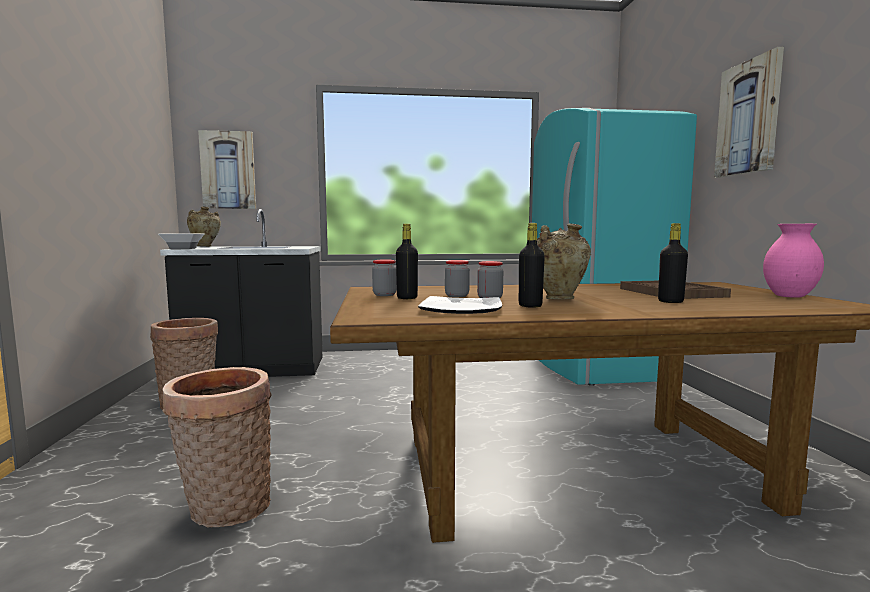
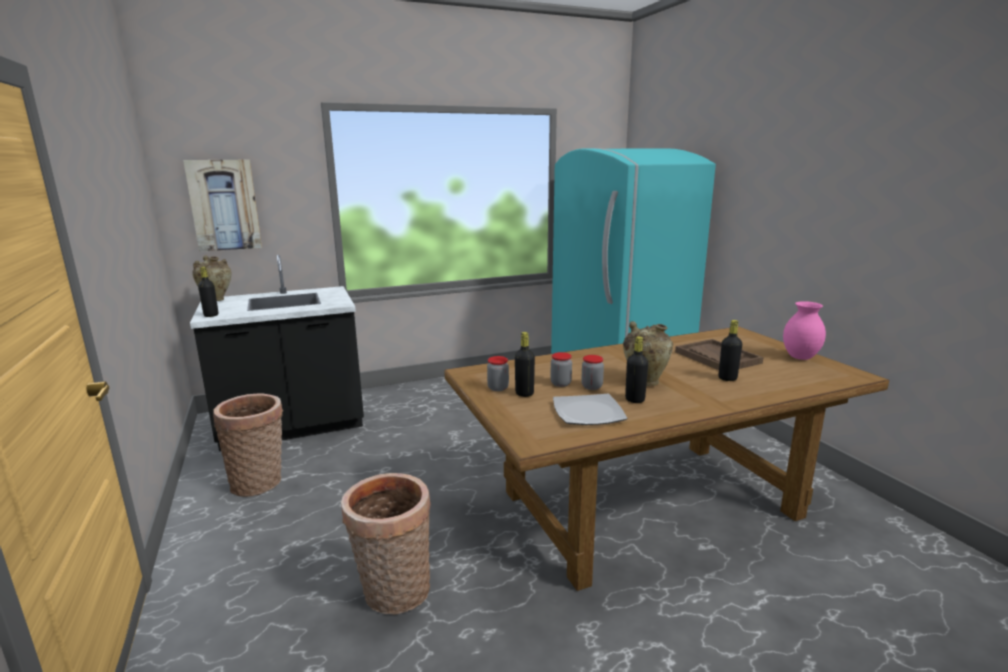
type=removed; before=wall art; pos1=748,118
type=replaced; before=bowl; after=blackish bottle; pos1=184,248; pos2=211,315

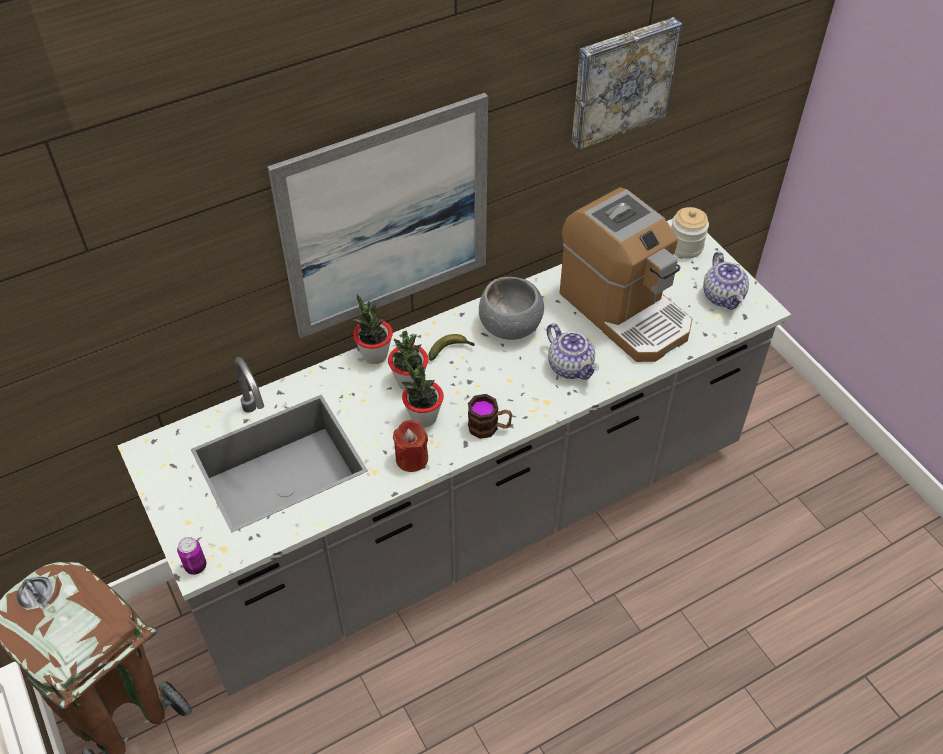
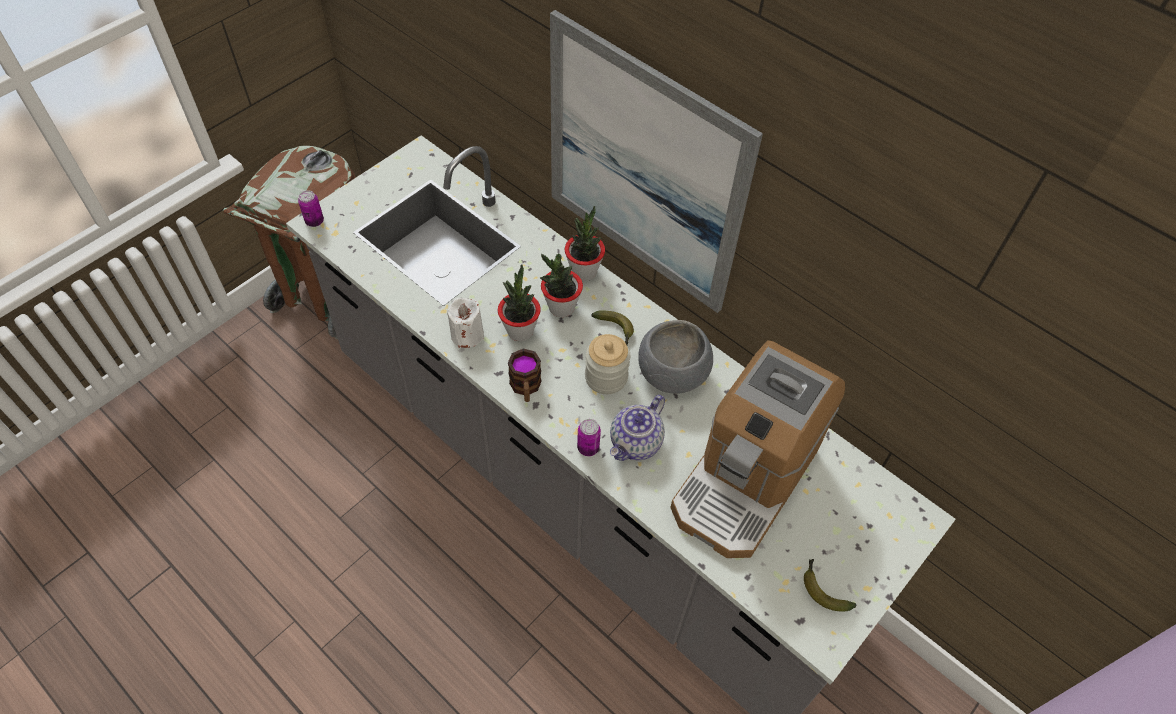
type=removed; before=wall art; pos1=621,81
type=moved; before=preserve jar; pos1=685,247; pos2=606,377
type=replaced; before=tea pot; after=banana fruit; pos1=723,297; pos2=822,589
type=recoloured; before=red wax candle; after=whitish wax candle; pos1=411,458; pos2=467,335
type=added; after=metal can; pos2=588,448

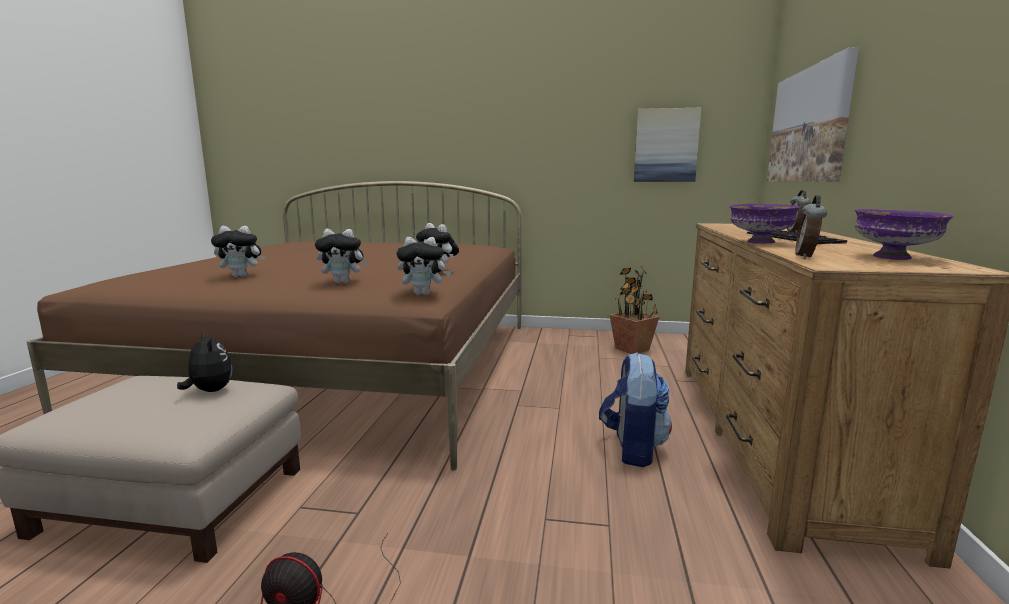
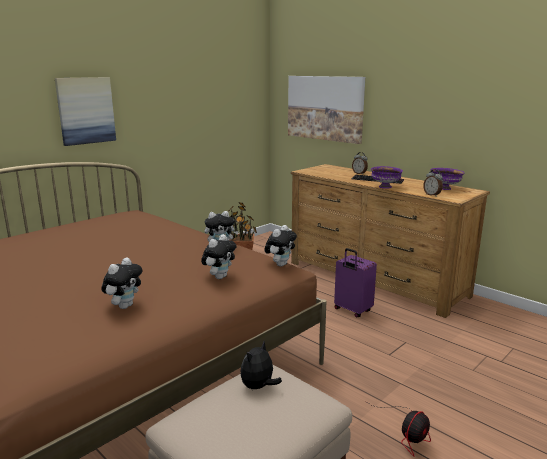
type=moved; before=wall art; pos1=666,145; pos2=86,110
type=turned; before=soft toy; pos1=209,391; pos2=258,387; turn=-45
type=replaced; before=backpack; after=purple-coloured travel case; pos1=632,449; pos2=352,310

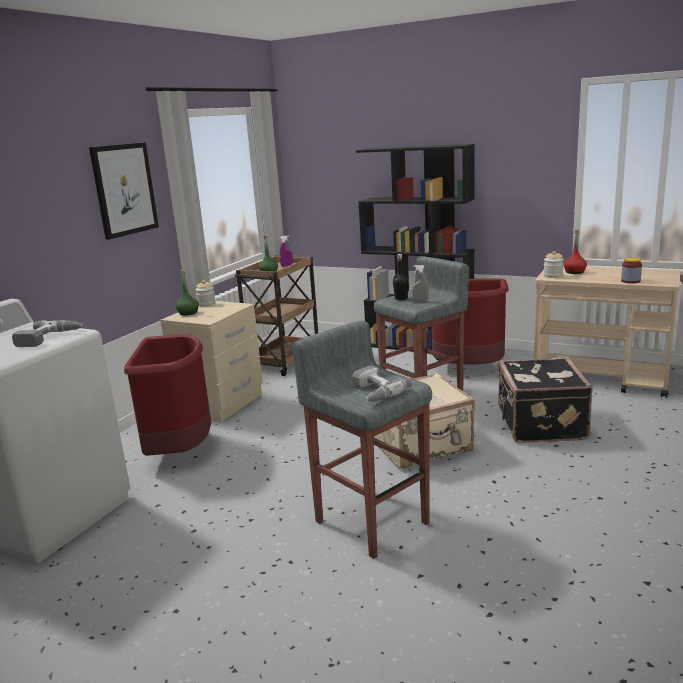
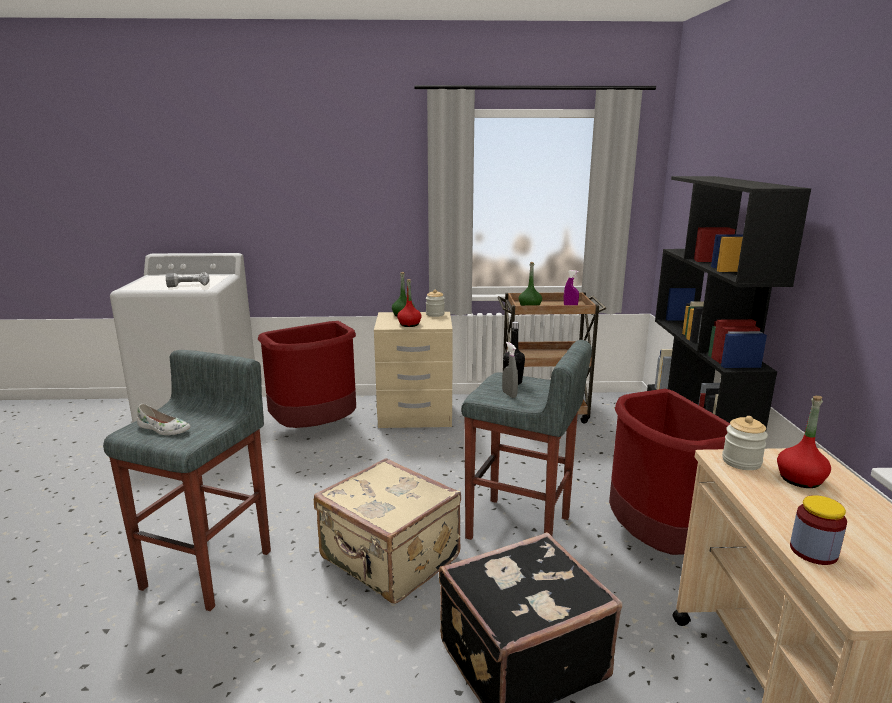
type=removed; before=wall art; pos1=124,189
type=replaced; before=electric drill; after=whitish shoe; pos1=373,392; pos2=163,429
type=added; after=red bottle; pos2=409,324

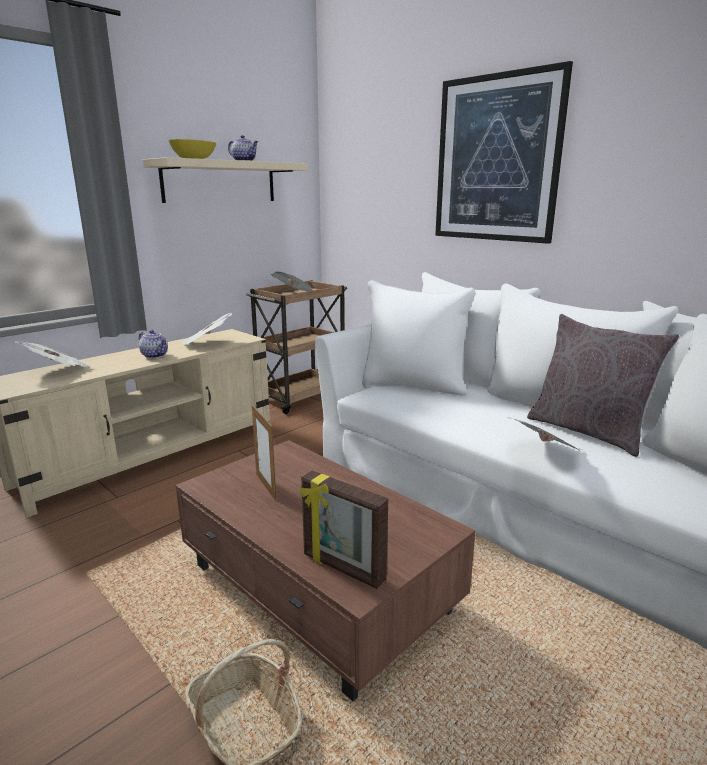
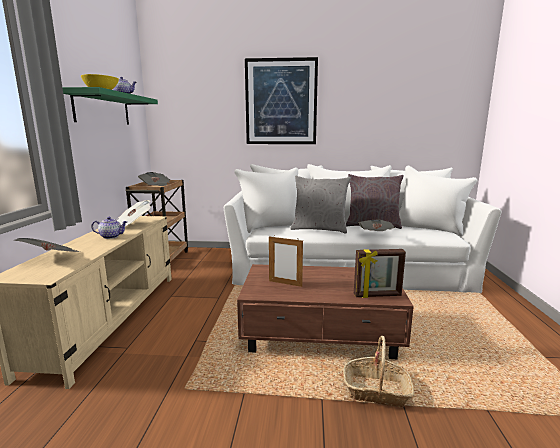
type=recoloured; before=beige-coloured shelf; after=greenish shelf; pos1=220,182; pos2=102,109
type=added; after=greyish throw pillow; pos2=319,229

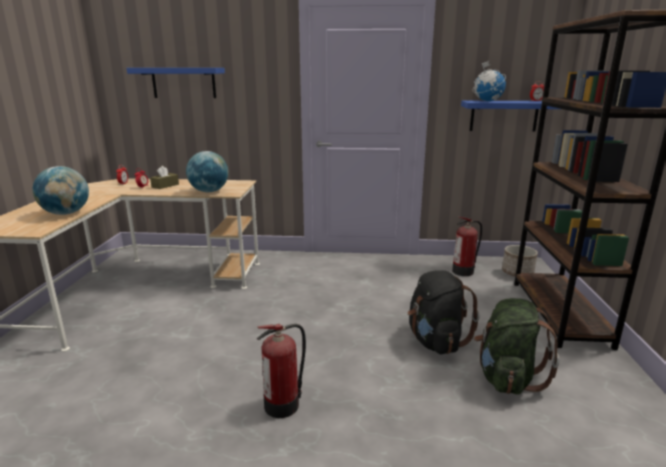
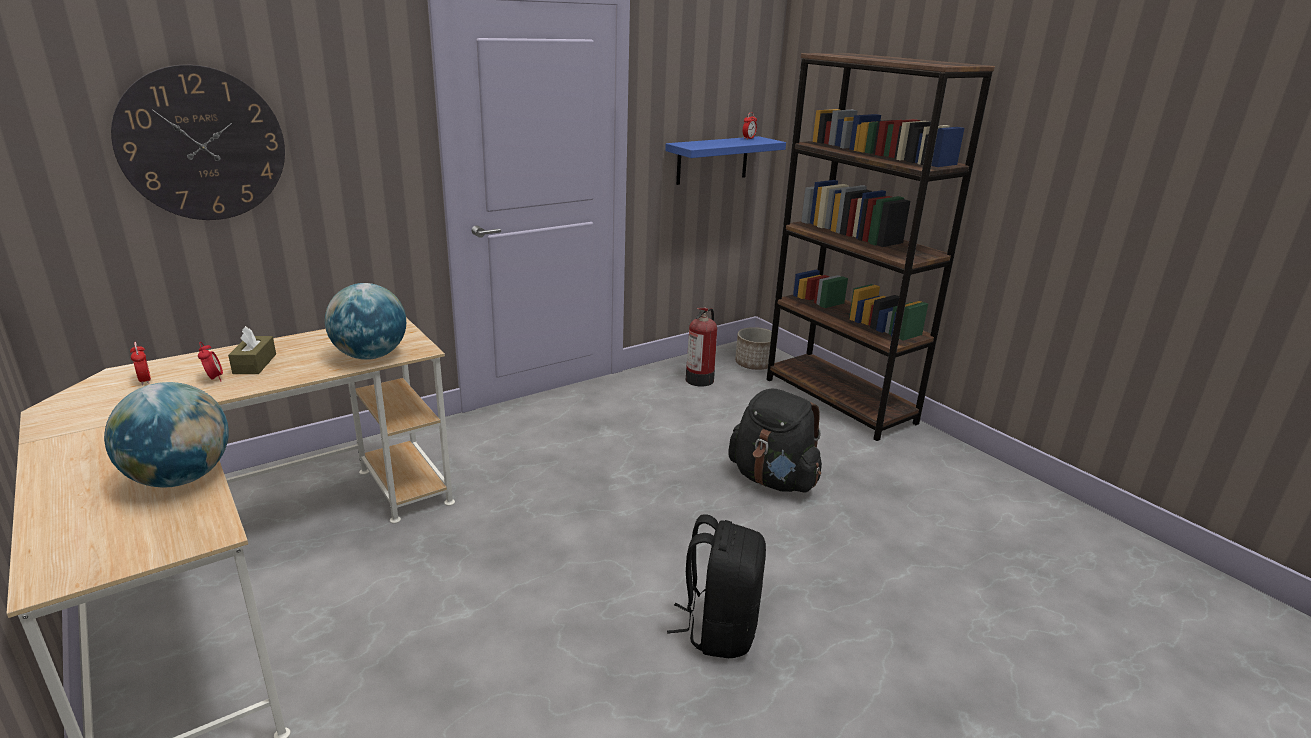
type=removed; before=world globe; pos1=487,101
type=replaced; before=blue-coloured shelf; after=hanging clock; pos1=184,83; pos2=202,144
type=removed; before=greenish backpack; pos1=506,377
type=replaced; before=fire extinguisher; after=blackish backpack; pos1=283,404; pos2=719,629

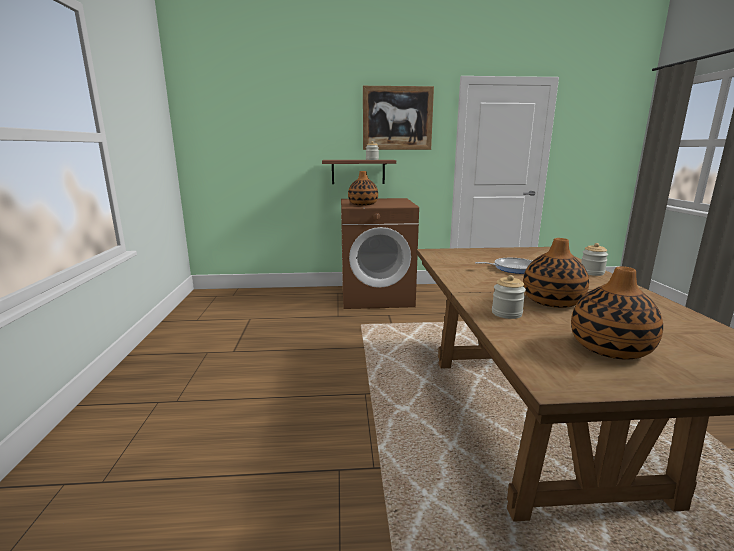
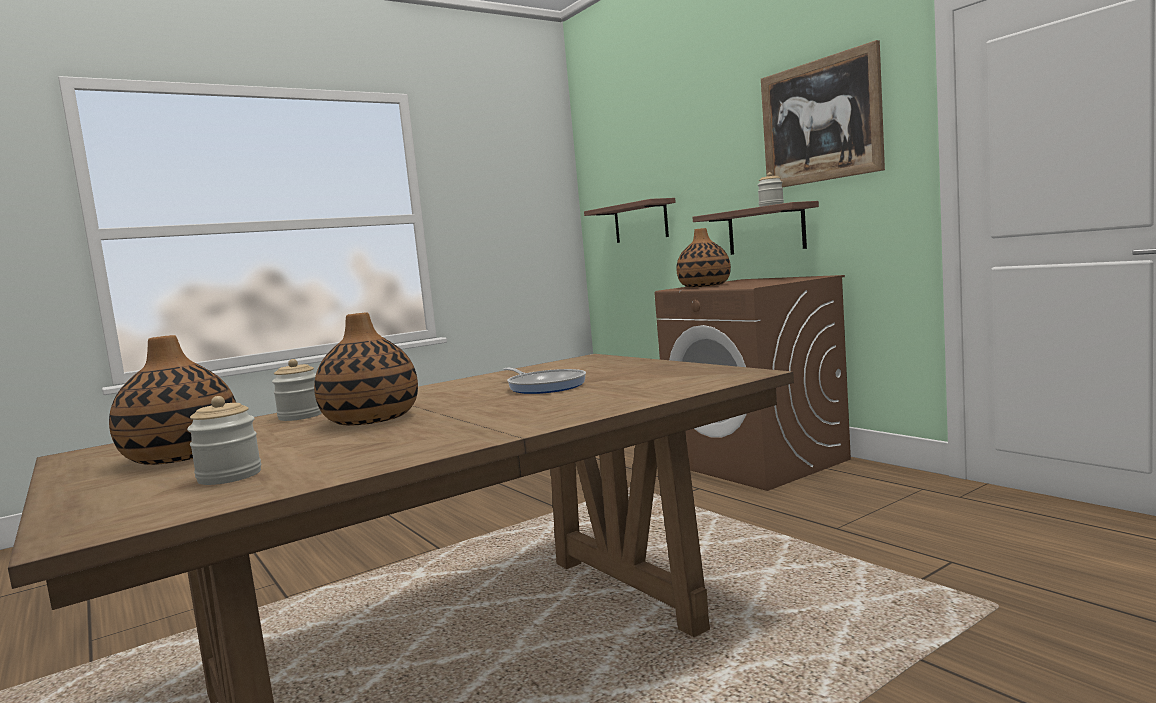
type=moved; before=preserve jar; pos1=591,272; pos2=229,476
type=added; after=shelf; pos2=640,222

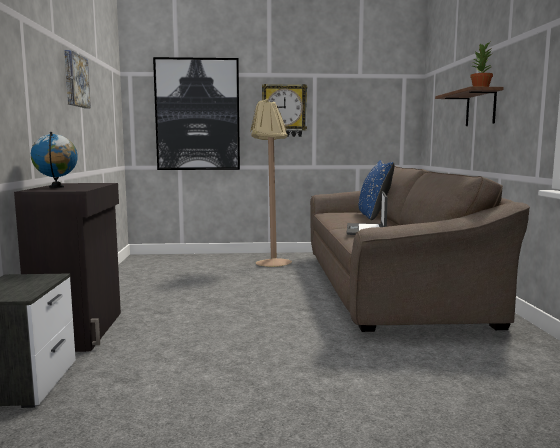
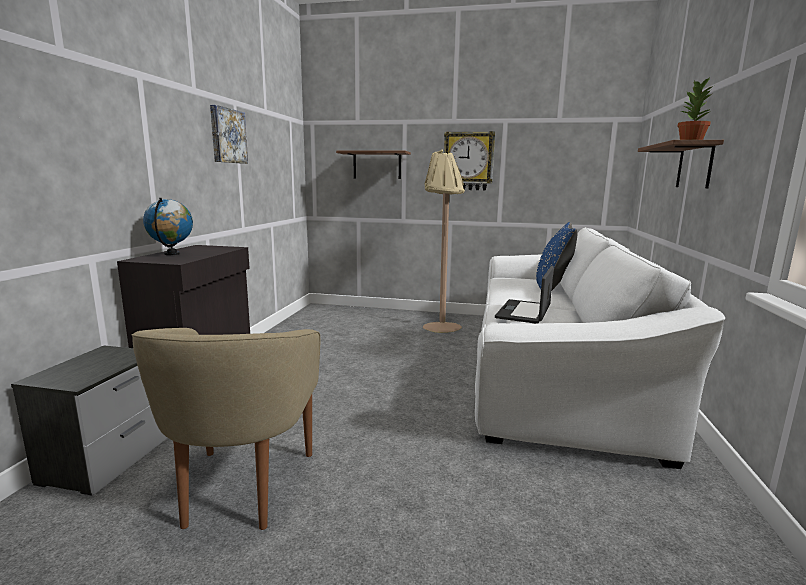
type=replaced; before=wall art; after=shelf; pos1=197,114; pos2=377,165
type=recoloured; before=brown settee; after=whitish settee; pos1=386,284; pos2=553,371
type=added; after=beige-coloured armchair; pos2=243,487

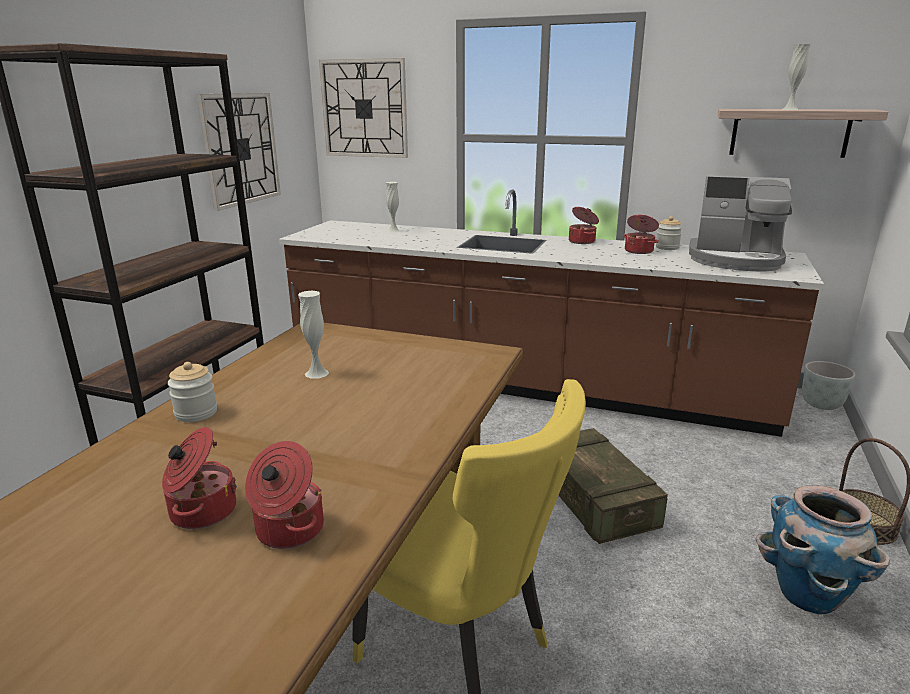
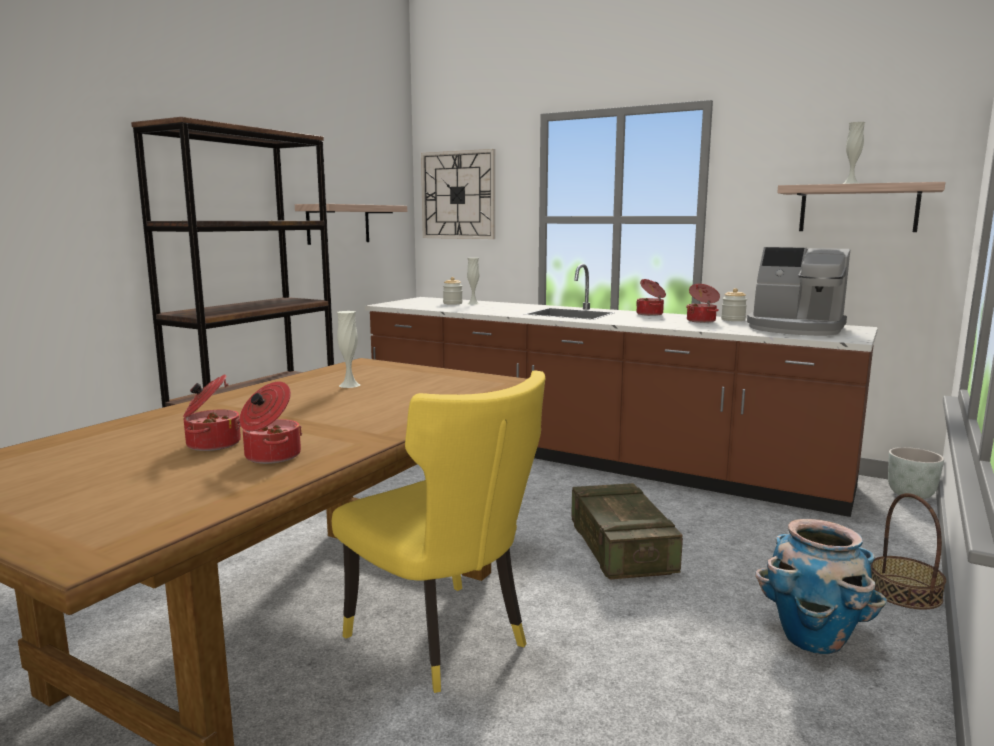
type=replaced; before=hanging clock; after=shelf; pos1=240,149; pos2=338,224
type=moved; before=preserve jar; pos1=196,413; pos2=452,303

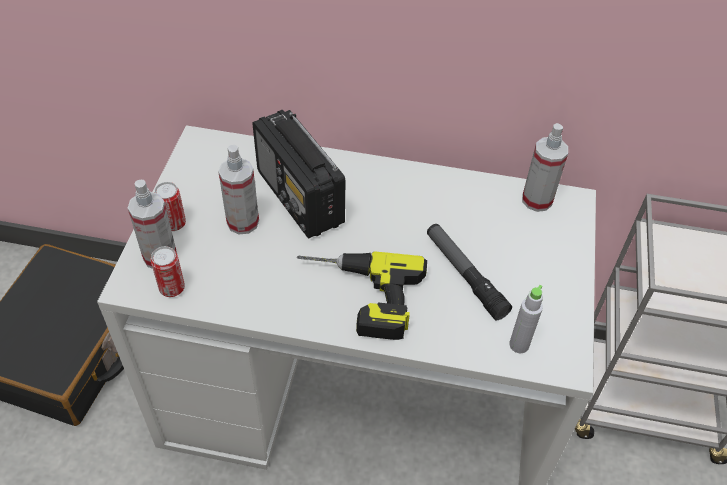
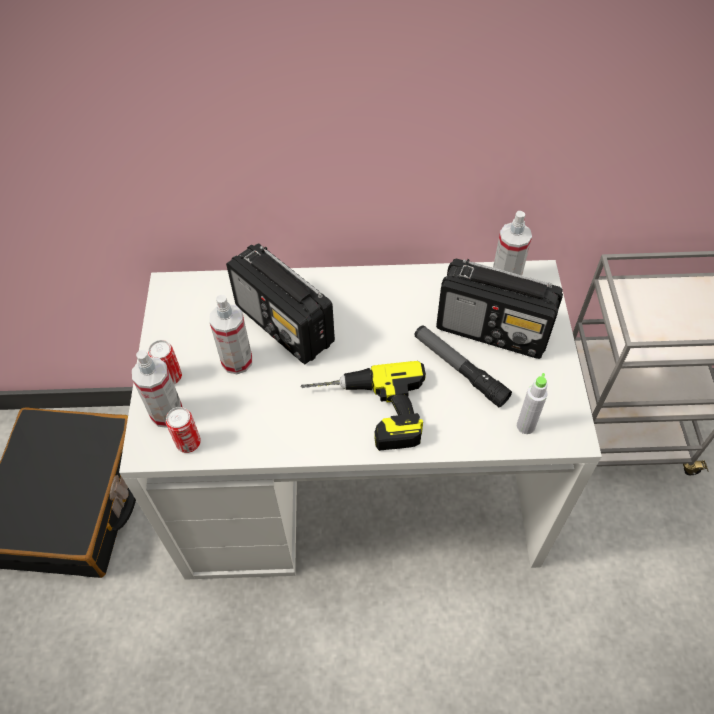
type=added; after=radio set; pos2=493,330

